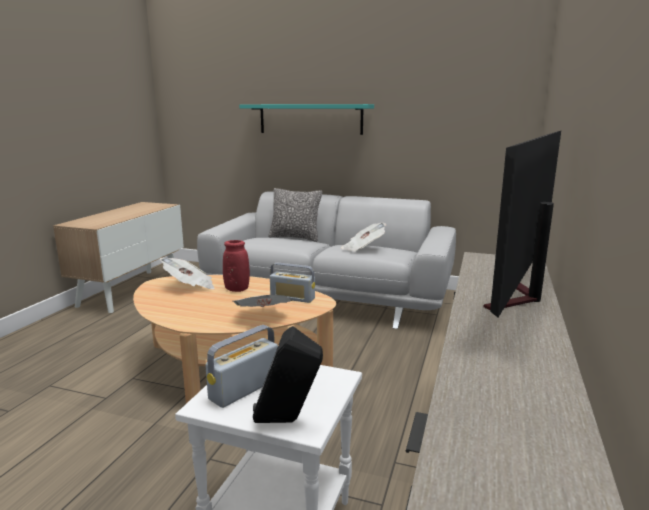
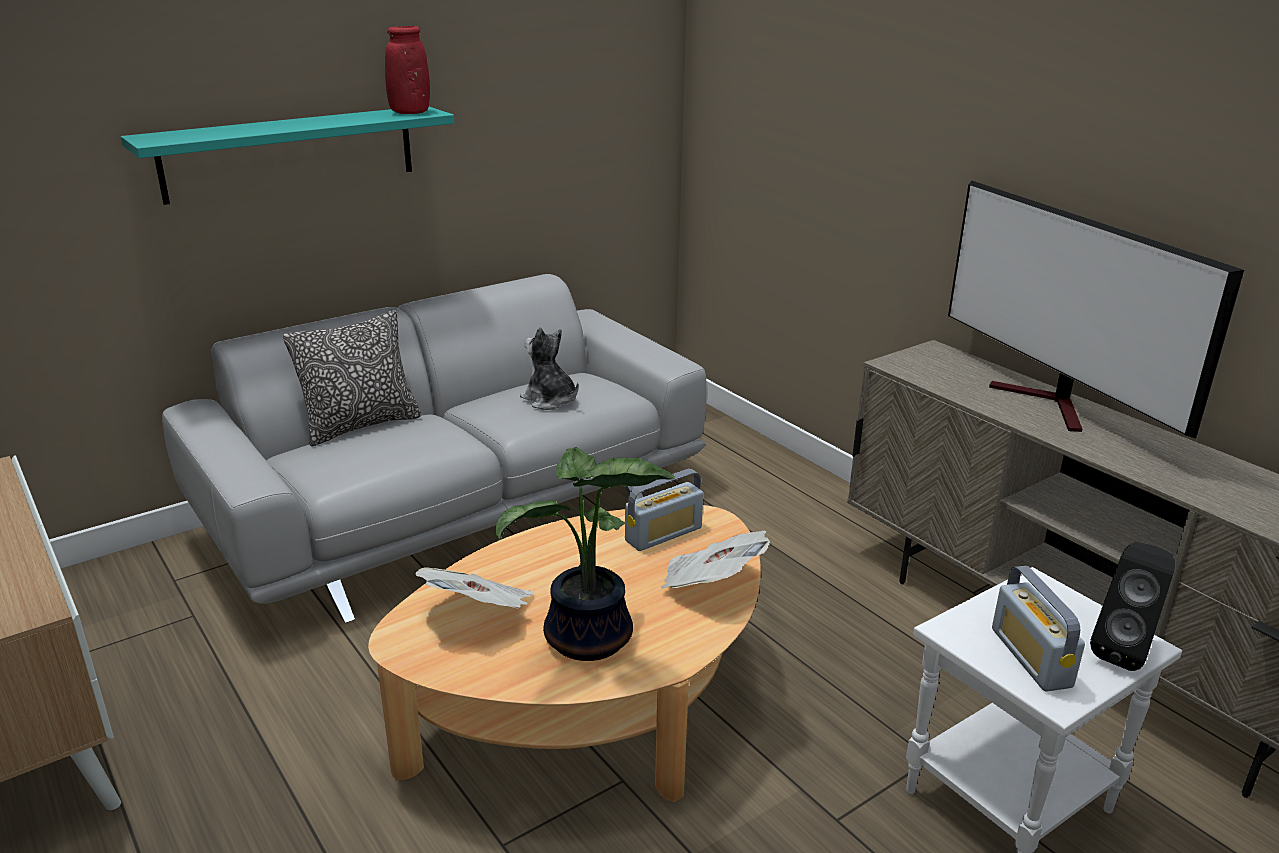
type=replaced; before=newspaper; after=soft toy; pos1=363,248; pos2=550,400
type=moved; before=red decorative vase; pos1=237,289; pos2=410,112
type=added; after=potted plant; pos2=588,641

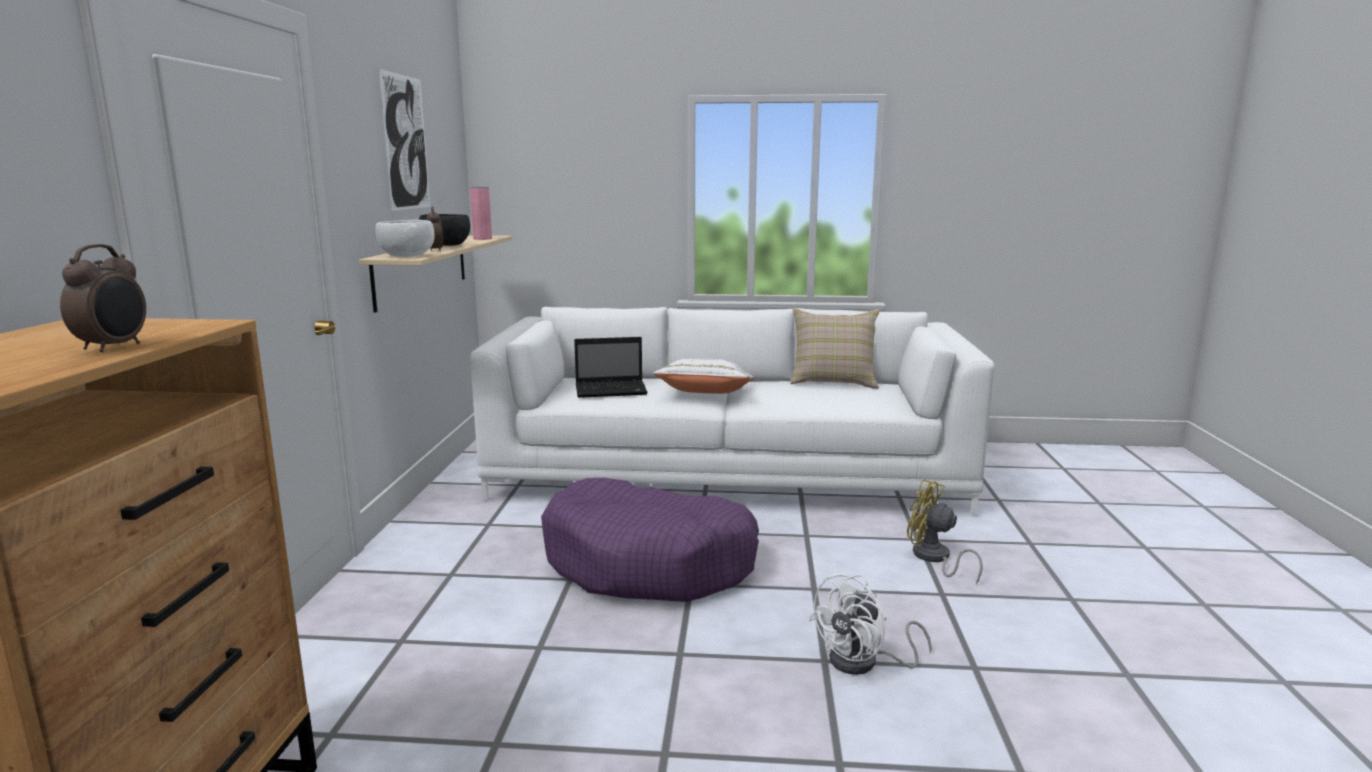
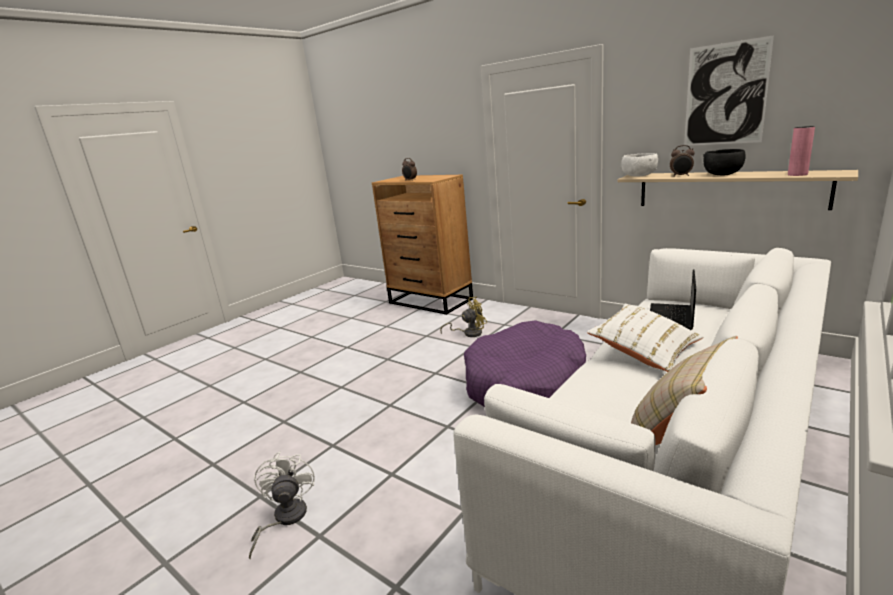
type=moved; before=yellowish electric fan; pos1=934,559; pos2=469,333
type=moved; before=whitish electric fan; pos1=863,663; pos2=284,519

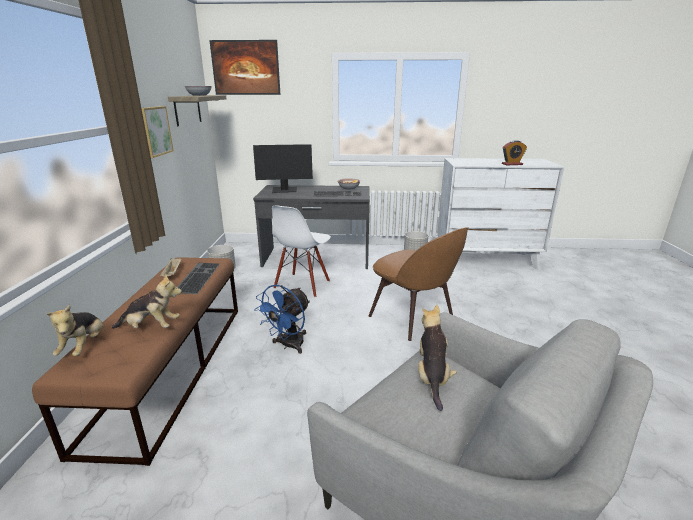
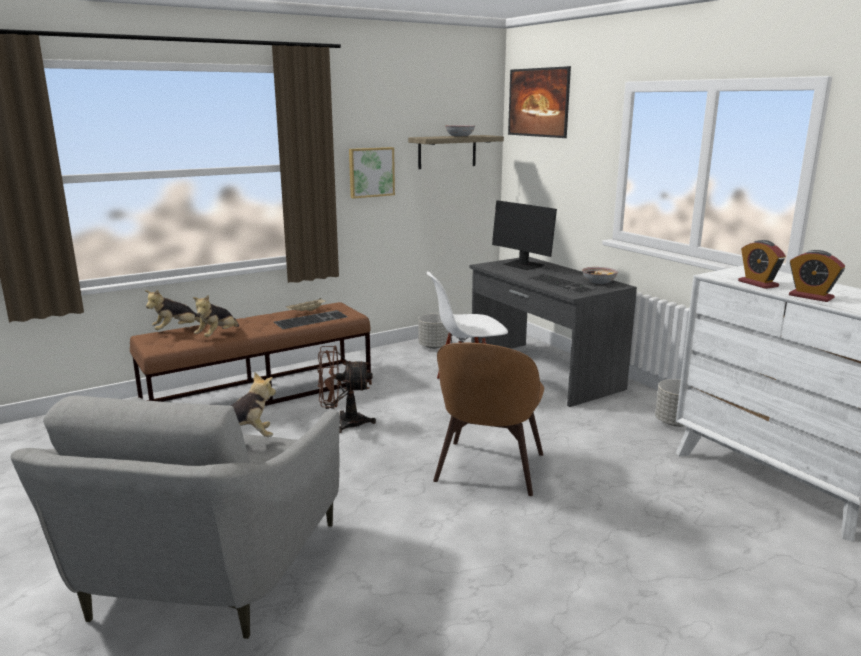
type=turned; before=soft toy; pos1=151,327; pos2=217,335; turn=60
type=recoloured; before=blue-coloured electric fan; after=brown electric fan; pos1=288,346; pos2=343,423
type=added; after=bedside clock; pos2=758,284

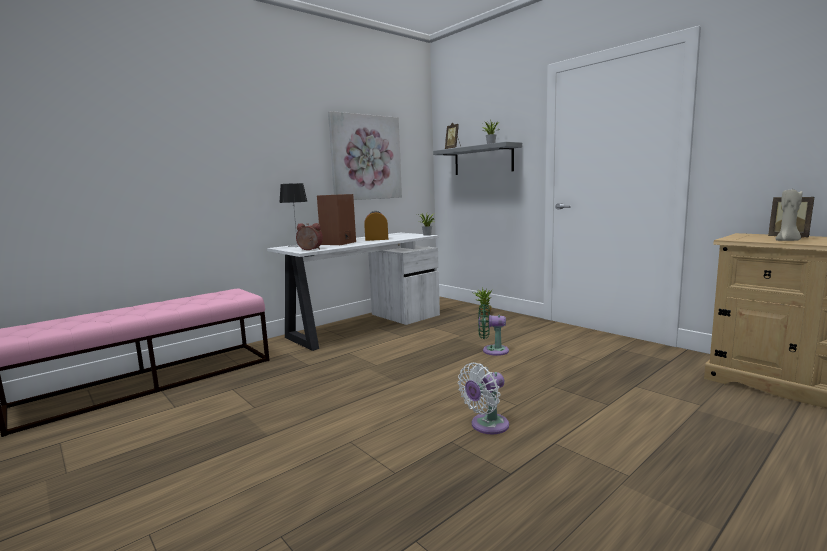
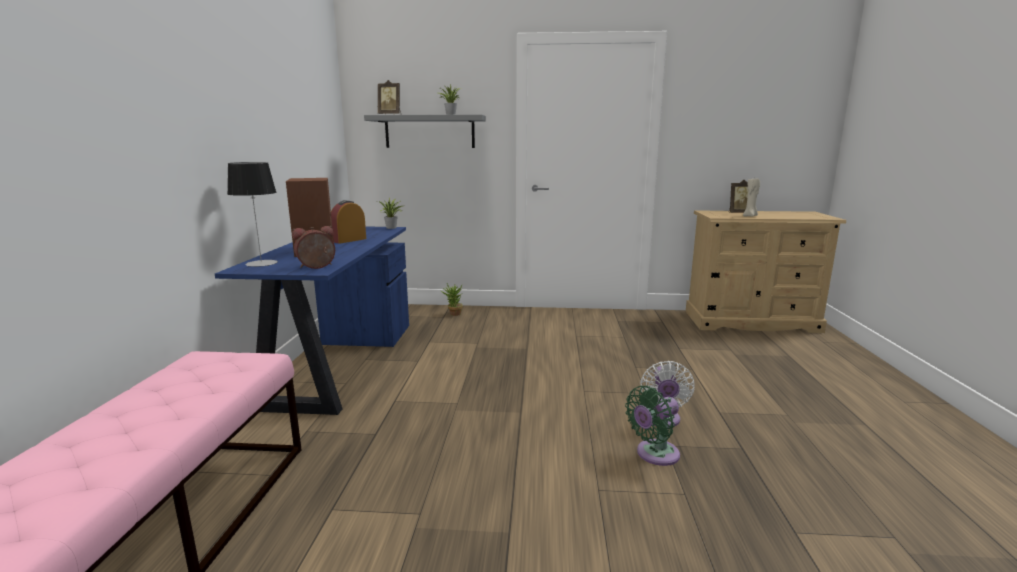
type=removed; before=wall art; pos1=366,157
type=recoloured; before=whitish desk table; after=blue-coloured desk table; pos1=363,326; pos2=340,362
type=moved; before=greenish electric fan; pos1=492,350; pos2=654,454

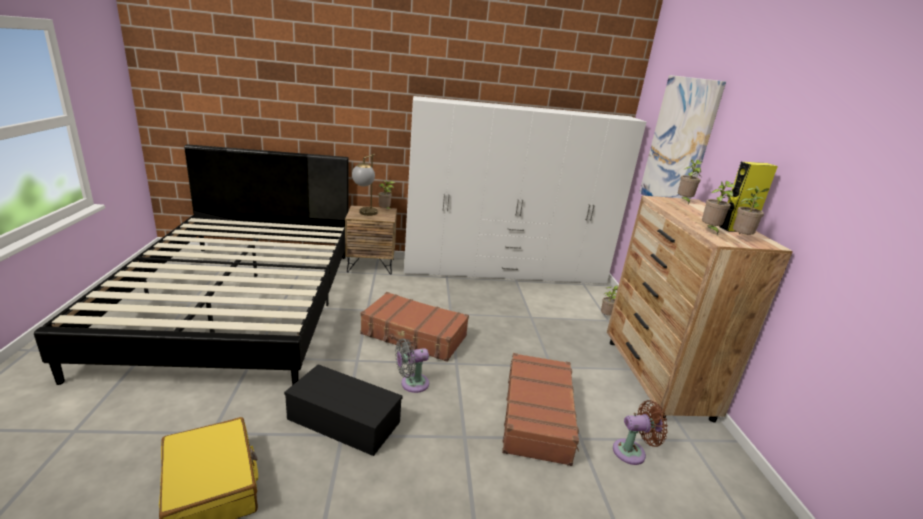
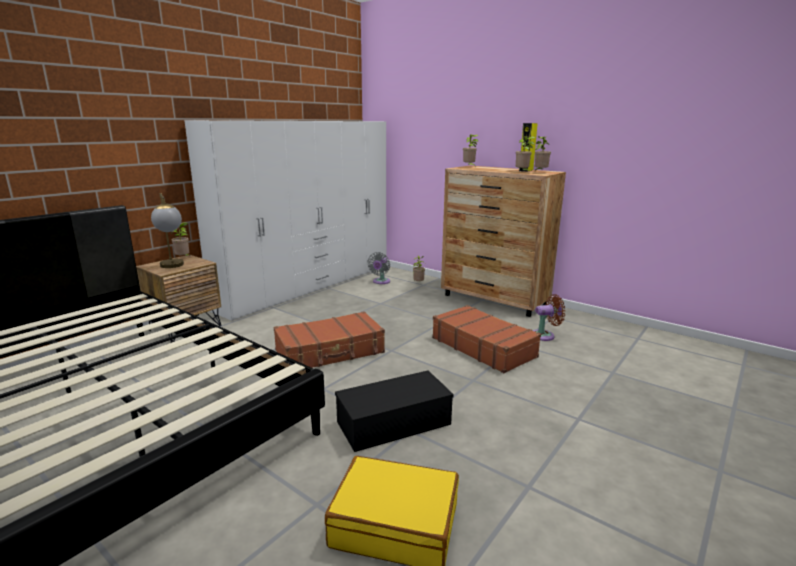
type=removed; before=wall art; pos1=678,145
type=moved; before=greyish electric fan; pos1=411,384; pos2=380,282
type=turned; before=brown electric fan; pos1=632,452; pos2=545,335; turn=45

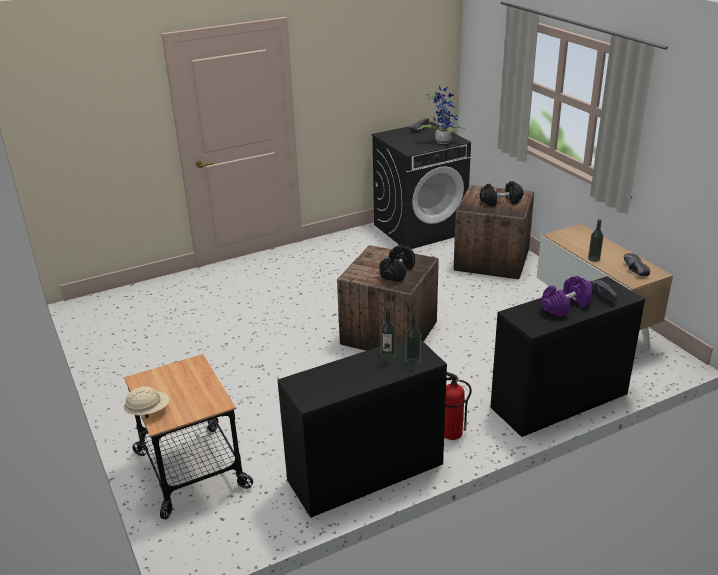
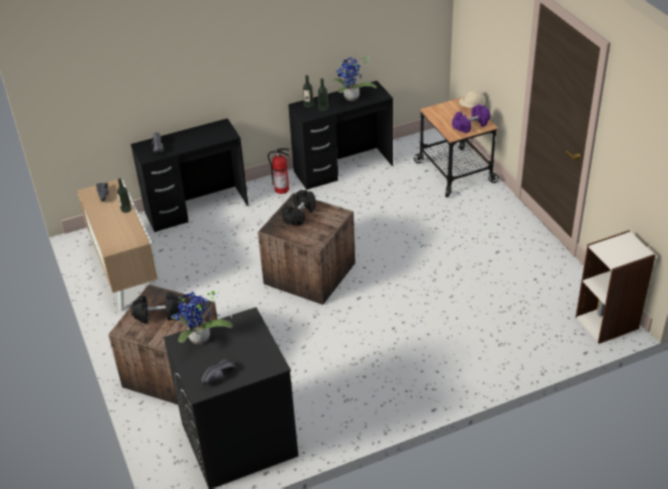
type=moved; before=purple-coloured free weight; pos1=565,306; pos2=470,125
type=added; after=potted plant; pos2=351,98
type=added; after=bookshelf; pos2=607,323

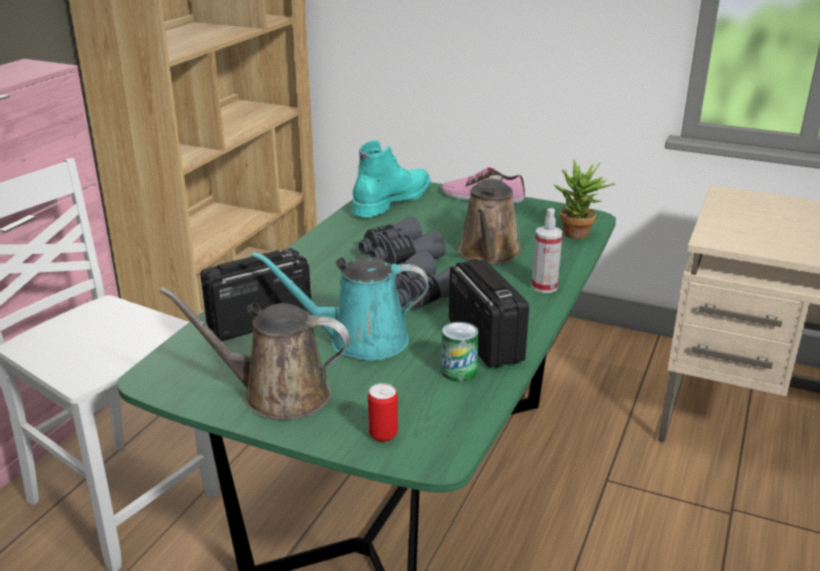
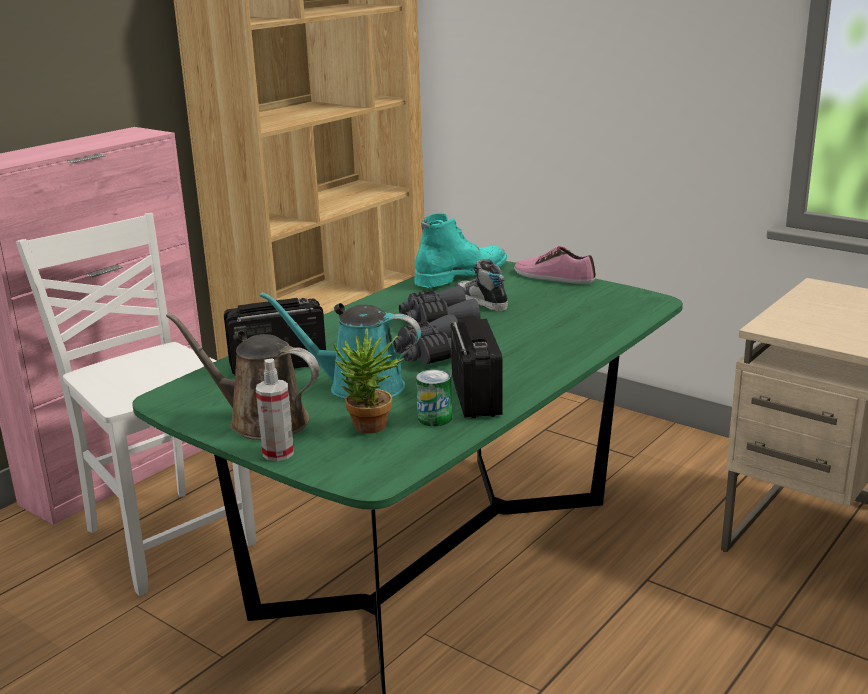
type=moved; before=potted plant; pos1=578,236; pos2=369,429
type=removed; before=brown watering can; pos1=489,254
type=moved; before=spray bottle; pos1=544,287; pos2=278,453
type=removed; before=metal can; pos1=383,434
type=added; after=shoe; pos2=481,301

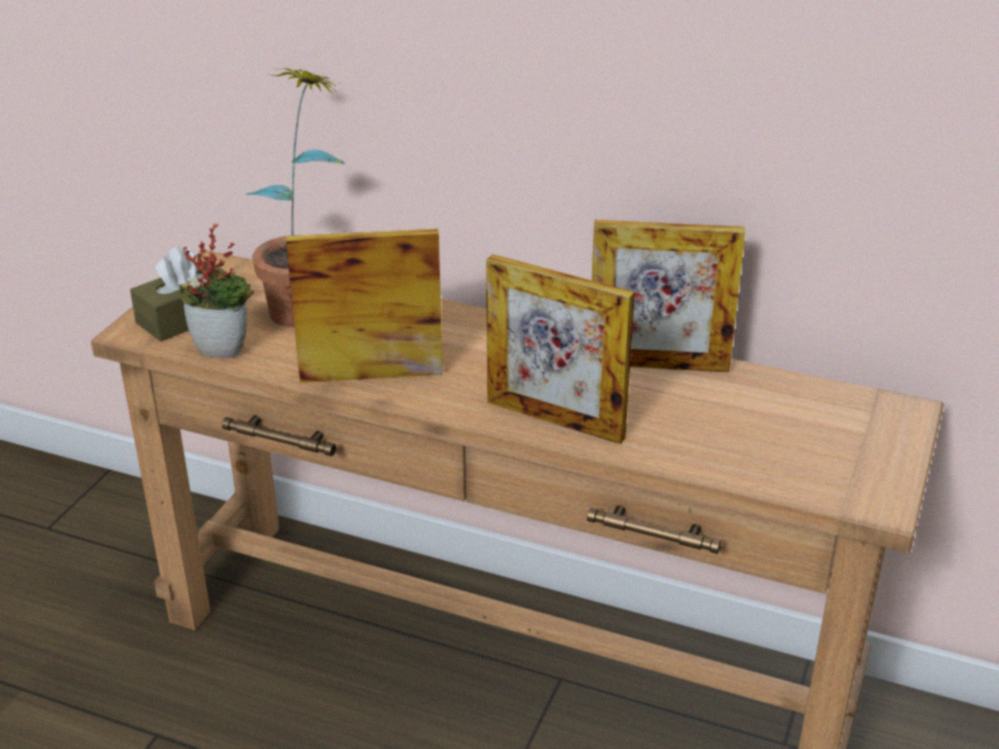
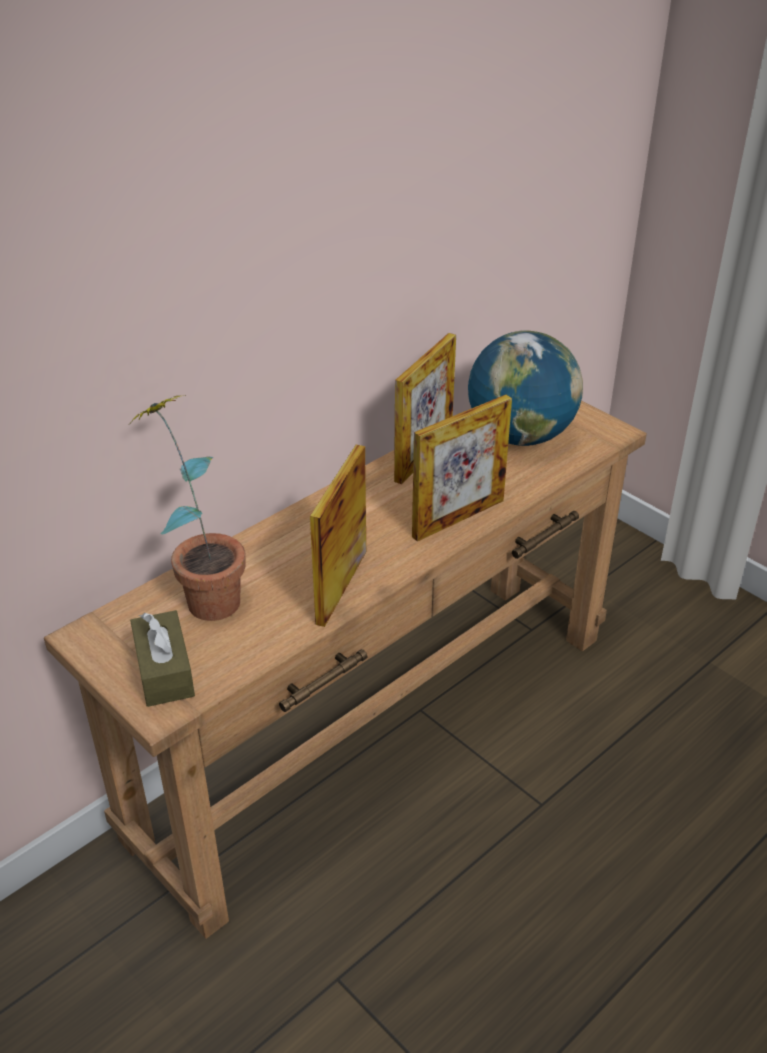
type=removed; before=potted plant; pos1=225,349
type=added; after=world globe; pos2=520,436

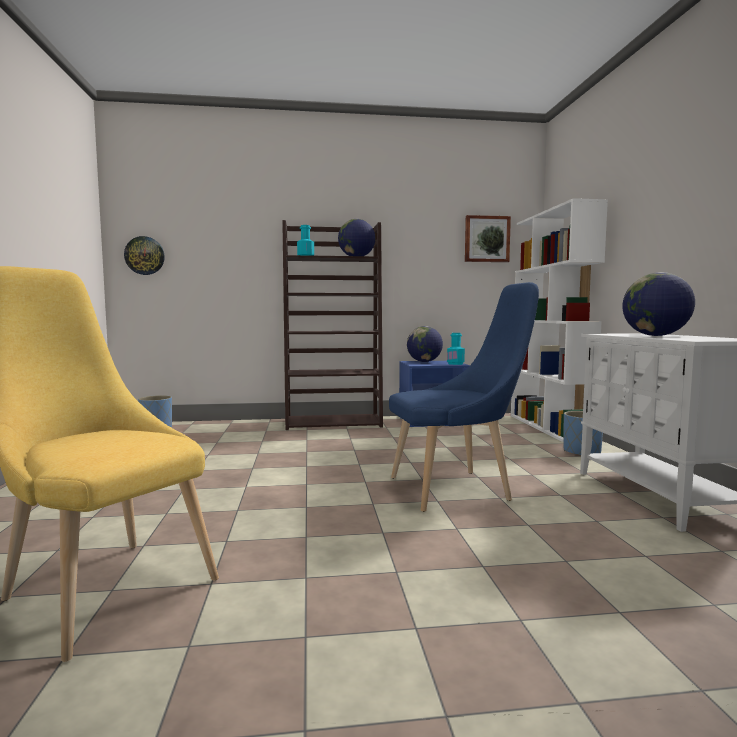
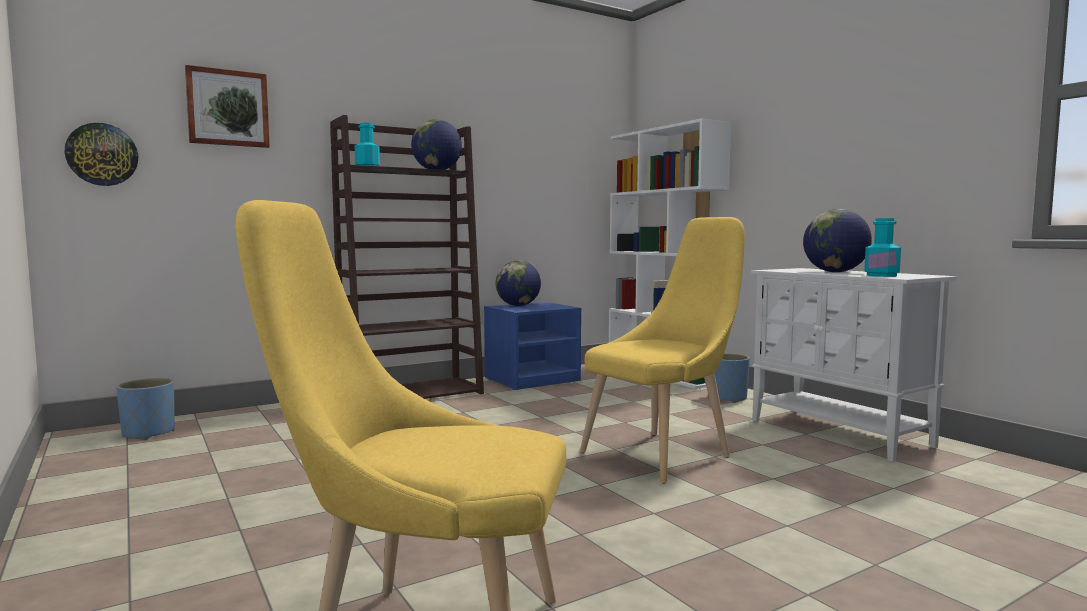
type=moved; before=wall art; pos1=486,239; pos2=228,108
type=recoloured; before=blue-coloured chair; after=yellowish chair; pos1=457,489; pos2=663,454
type=moved; before=blue-green bottle; pos1=455,364; pos2=881,275

